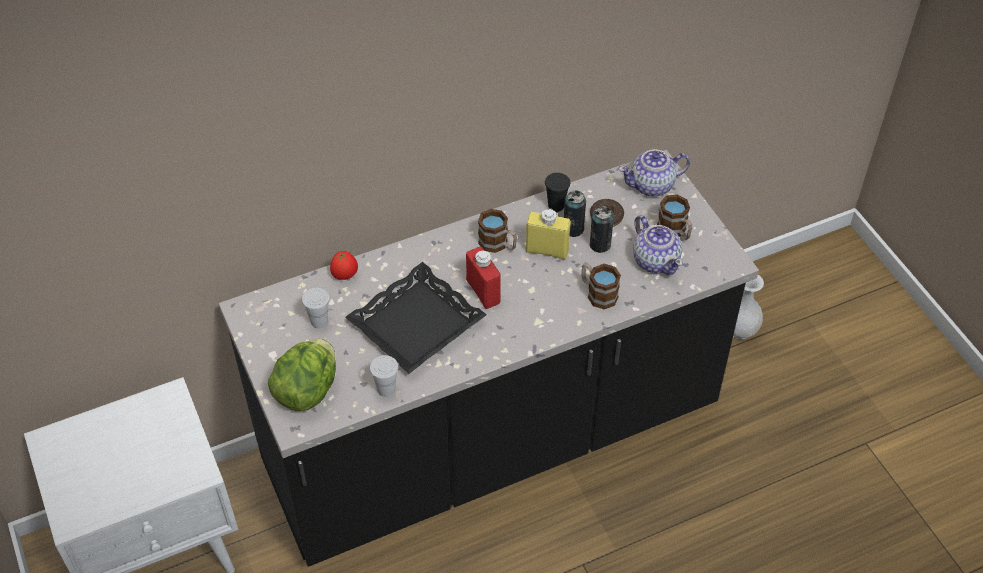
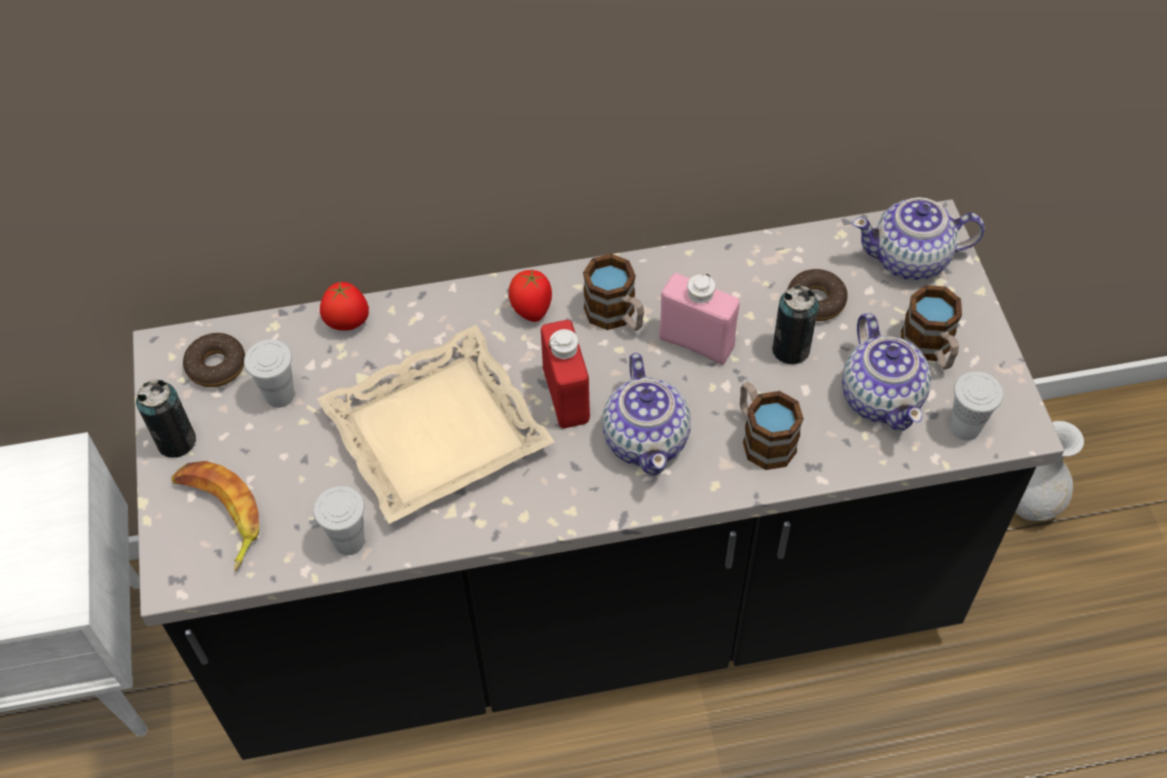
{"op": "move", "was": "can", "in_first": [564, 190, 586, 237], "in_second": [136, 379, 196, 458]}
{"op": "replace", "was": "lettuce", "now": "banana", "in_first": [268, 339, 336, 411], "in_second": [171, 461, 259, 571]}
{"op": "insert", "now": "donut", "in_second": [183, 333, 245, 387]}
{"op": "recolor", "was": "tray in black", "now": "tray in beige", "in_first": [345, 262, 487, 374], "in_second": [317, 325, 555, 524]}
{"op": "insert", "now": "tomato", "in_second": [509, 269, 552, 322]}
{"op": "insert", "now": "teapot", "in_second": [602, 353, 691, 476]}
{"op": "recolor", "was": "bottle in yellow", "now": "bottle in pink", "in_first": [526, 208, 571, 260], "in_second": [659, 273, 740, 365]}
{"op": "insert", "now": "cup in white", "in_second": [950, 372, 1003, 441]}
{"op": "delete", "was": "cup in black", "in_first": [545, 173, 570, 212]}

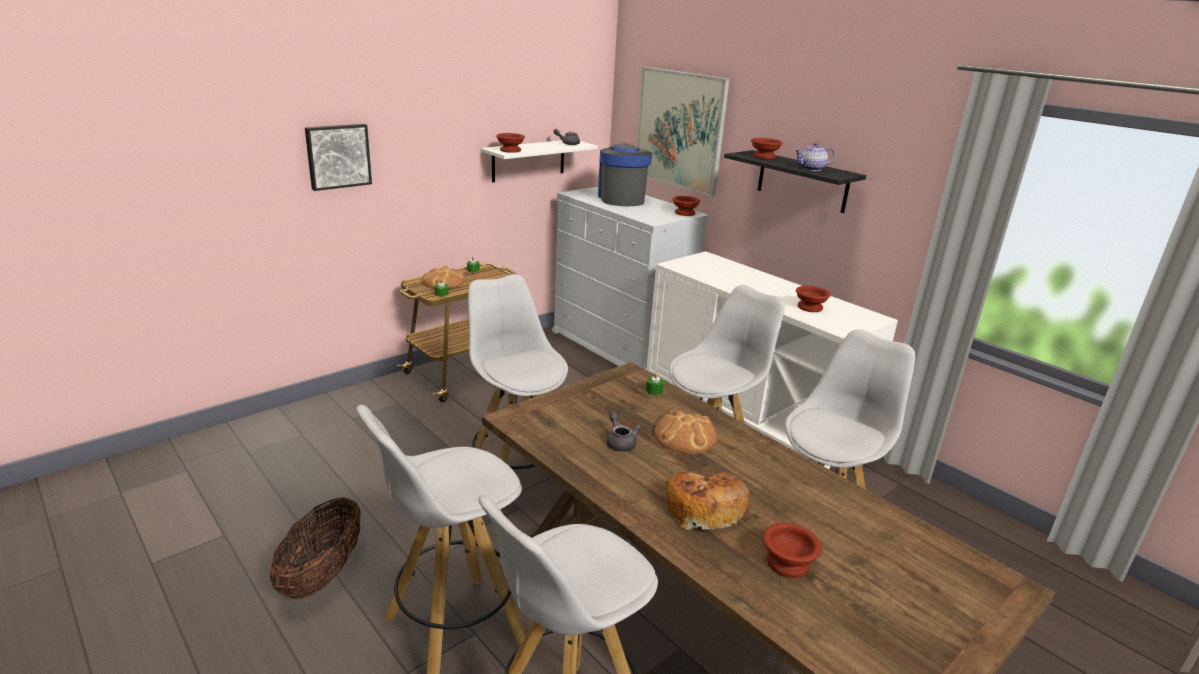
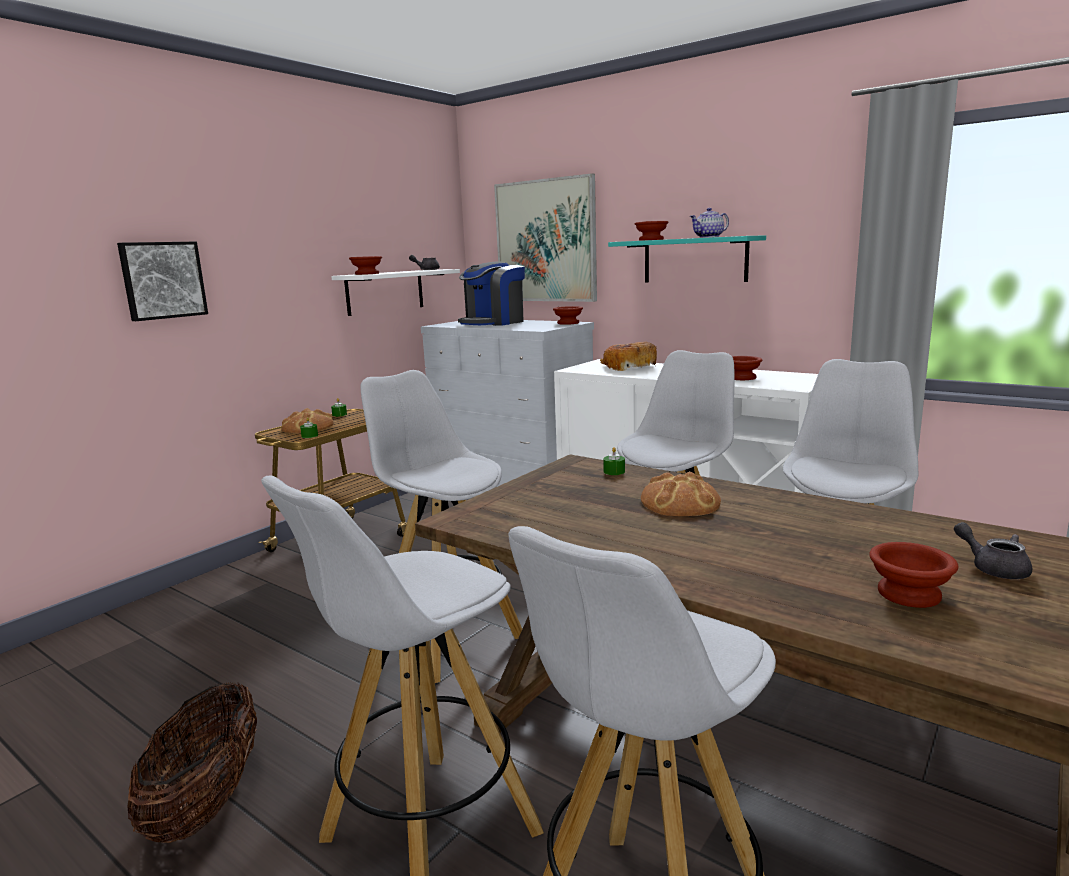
{"op": "rotate", "was": "coffee machine", "in_first": [598, 143, 653, 206], "in_second": [458, 261, 525, 326], "clockwise": -120}
{"op": "move", "was": "bread", "in_first": [665, 472, 750, 530], "in_second": [600, 342, 657, 371]}
{"op": "recolor", "was": "shelf in black", "now": "shelf in turquoise", "in_first": [724, 150, 866, 213], "in_second": [608, 235, 766, 283]}
{"op": "move", "was": "teapot in grey", "in_first": [606, 411, 641, 452], "in_second": [954, 522, 1032, 579]}

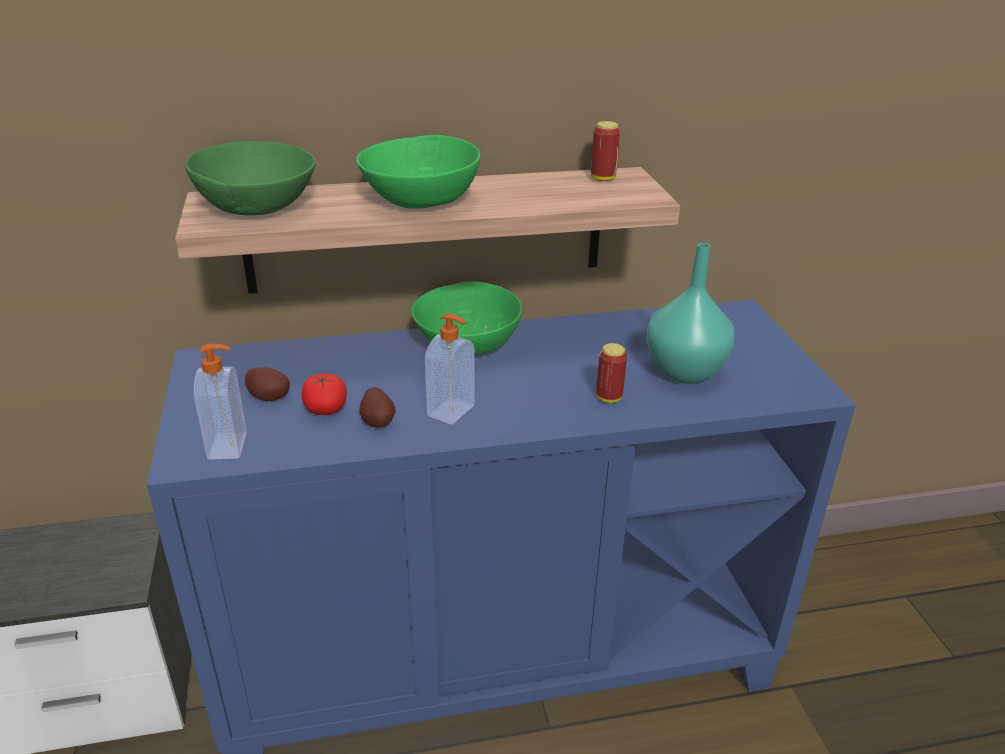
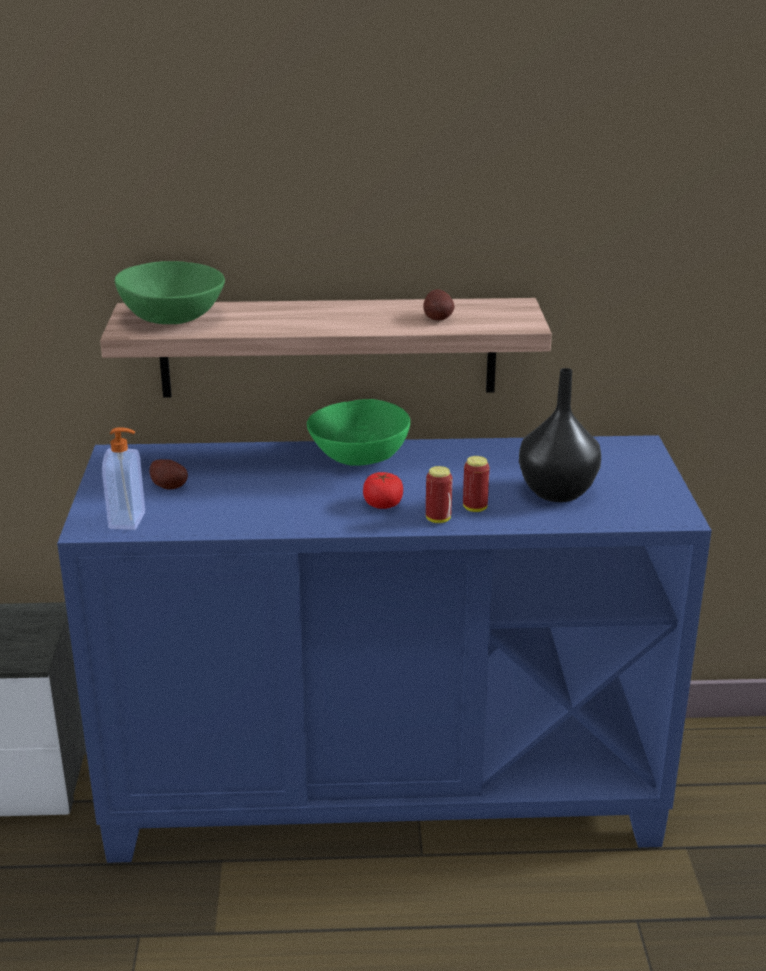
{"op": "move", "was": "tomato", "in_first": [301, 373, 347, 415], "in_second": [363, 472, 403, 509]}
{"op": "move", "was": "potato", "in_first": [359, 387, 396, 427], "in_second": [423, 289, 455, 320]}
{"op": "move", "was": "can", "in_first": [591, 121, 620, 181], "in_second": [426, 466, 453, 523]}
{"op": "recolor", "was": "vase in turquoise", "now": "vase in black", "in_first": [646, 243, 734, 384], "in_second": [519, 368, 601, 502]}
{"op": "delete", "was": "bowl in green", "in_first": [356, 135, 480, 208]}
{"op": "delete", "was": "soap dispenser", "in_first": [425, 313, 475, 425]}

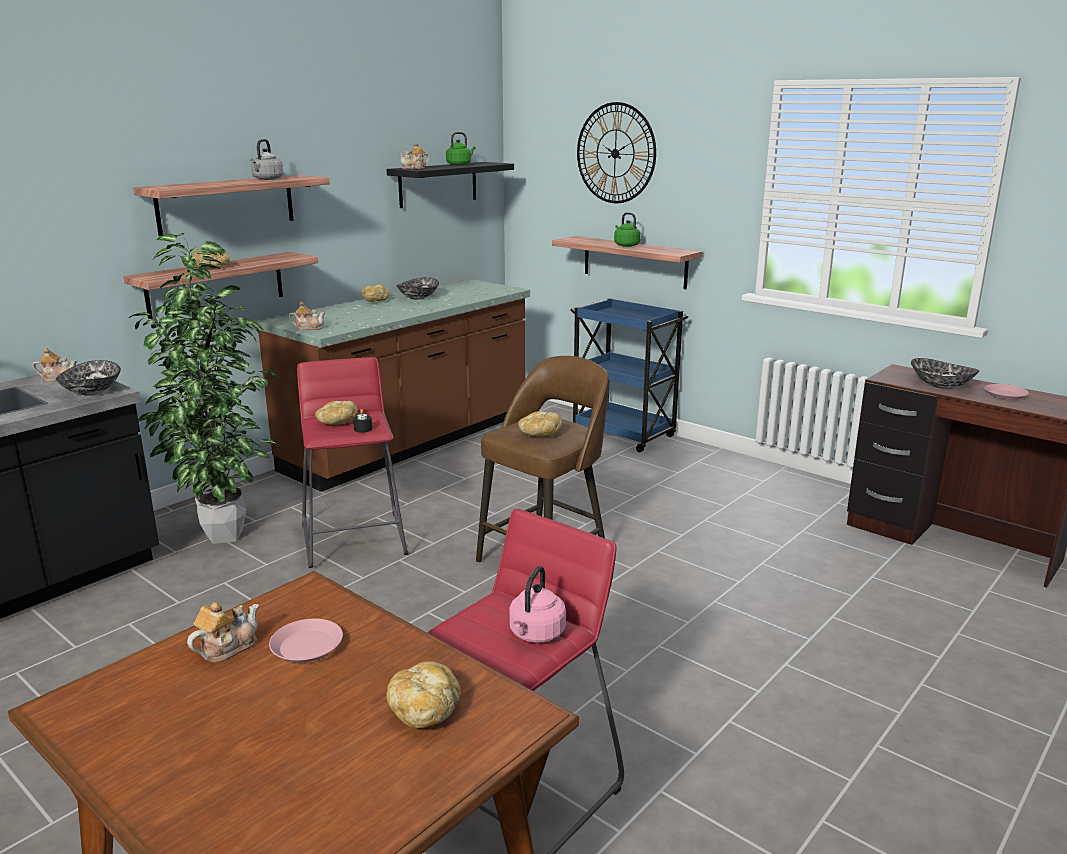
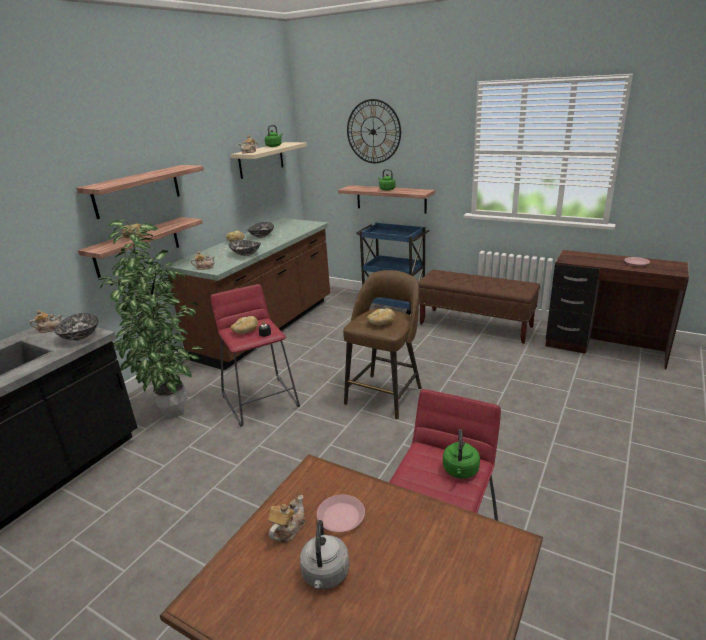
{"op": "move", "was": "bowl", "in_first": [911, 358, 979, 389], "in_second": [229, 240, 261, 256]}
{"op": "recolor", "was": "shelf in black", "now": "shelf in beige", "in_first": [387, 162, 514, 208], "in_second": [231, 142, 307, 179]}
{"op": "move", "was": "kettle in grey", "in_first": [250, 139, 283, 180], "in_second": [300, 520, 349, 589]}
{"op": "insert", "now": "bench in brown", "in_second": [418, 270, 540, 344]}
{"op": "recolor", "was": "kettle in pink", "now": "kettle in green", "in_first": [509, 566, 566, 643], "in_second": [443, 429, 480, 478]}
{"op": "delete", "was": "bread", "in_first": [386, 661, 461, 728]}

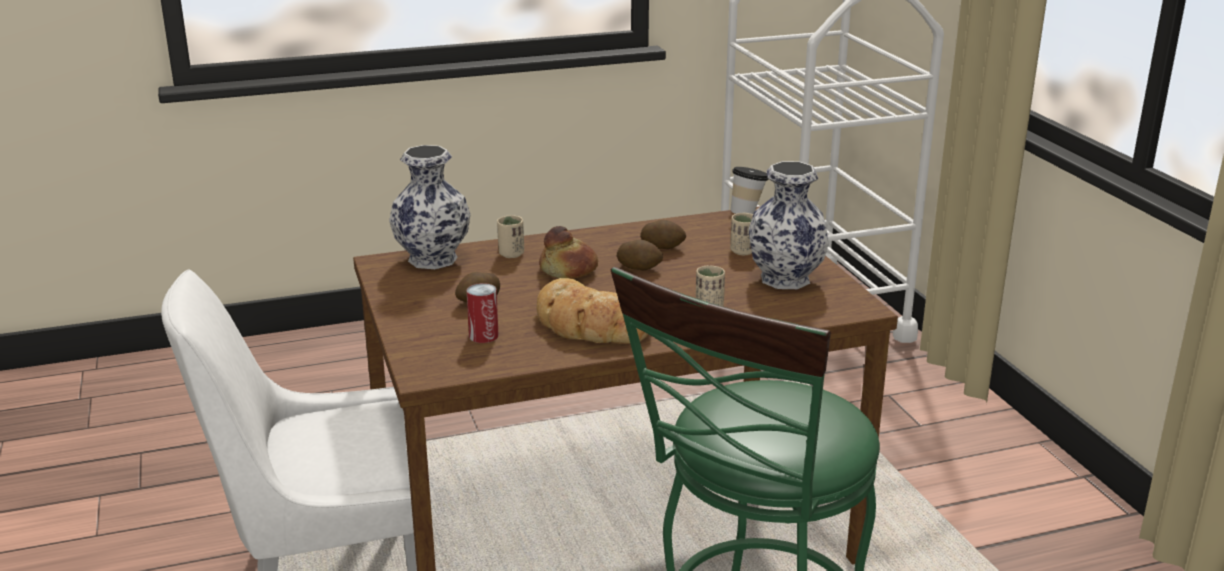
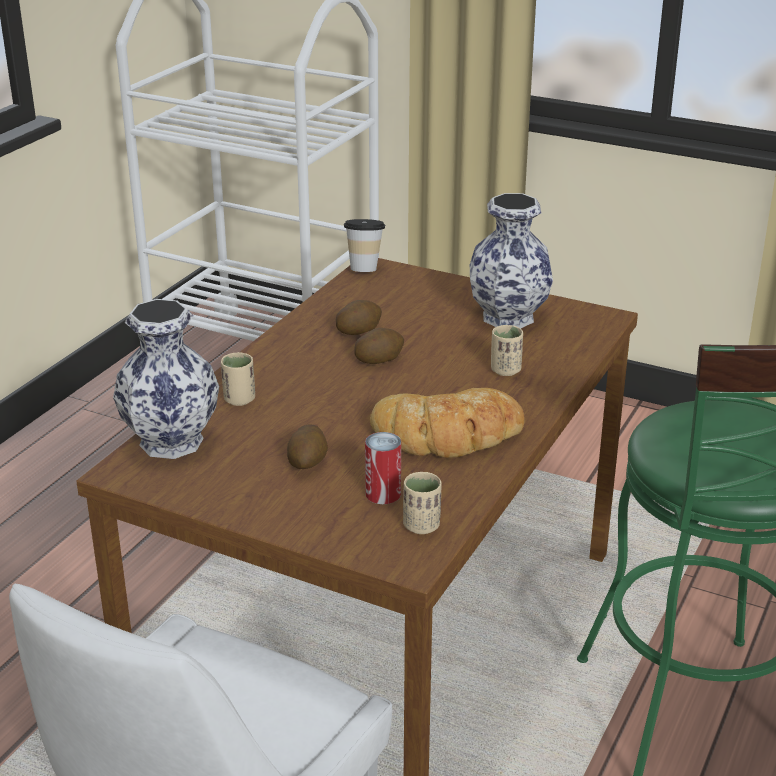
{"op": "move", "was": "cup in beige", "in_first": [730, 213, 753, 255], "in_second": [403, 472, 442, 534]}
{"op": "delete", "was": "bread", "in_first": [539, 226, 598, 279]}

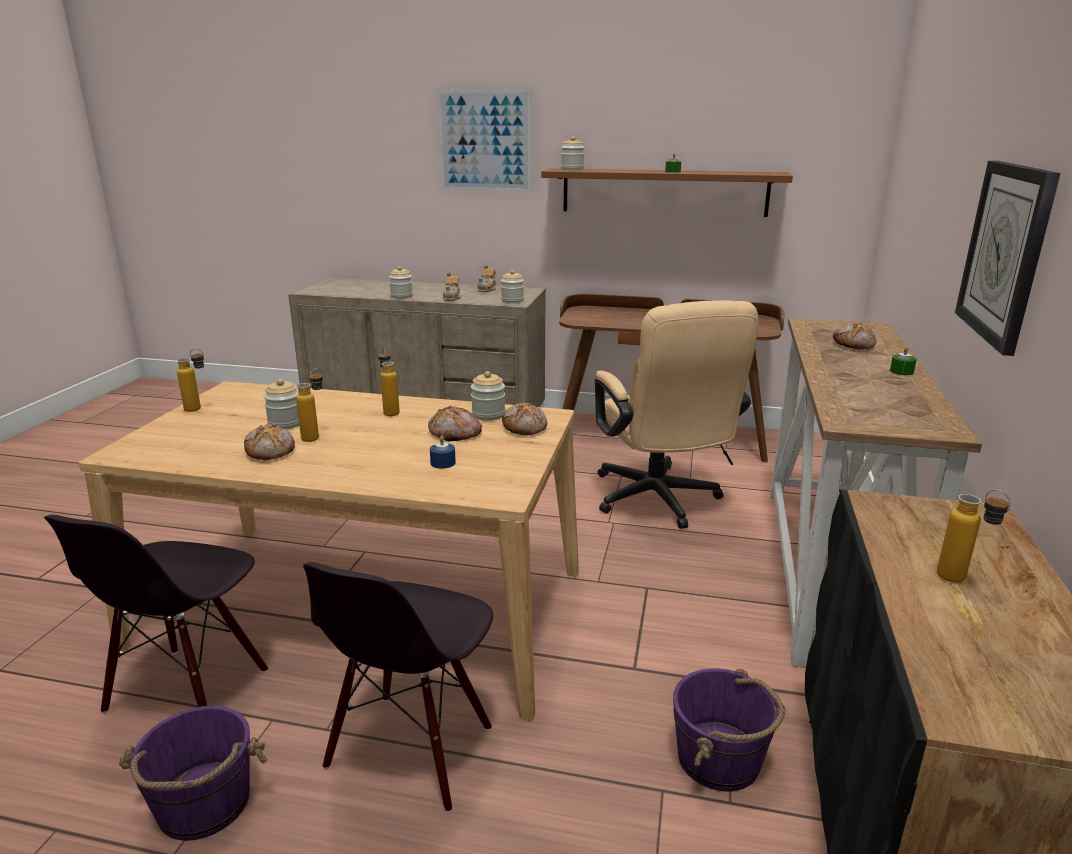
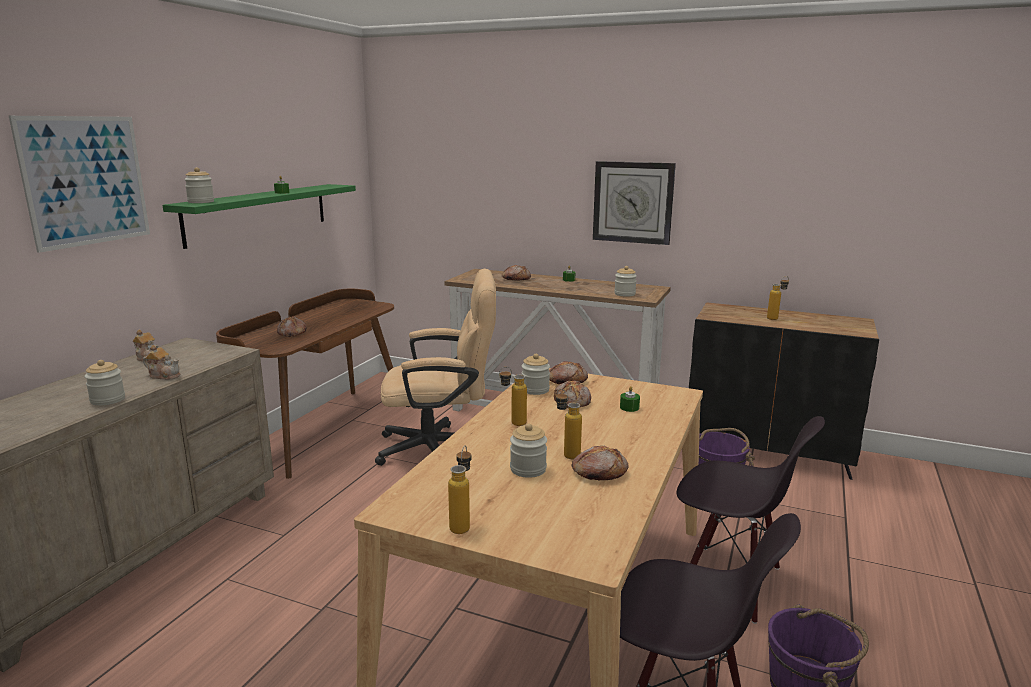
{"op": "recolor", "was": "shelf in brown", "now": "shelf in green", "in_first": [541, 168, 793, 217], "in_second": [162, 184, 356, 249]}
{"op": "insert", "now": "bread", "in_second": [277, 316, 306, 337]}
{"op": "move", "was": "jar", "in_first": [501, 270, 524, 303], "in_second": [614, 266, 637, 297]}
{"op": "recolor", "was": "candle in blue", "now": "candle in green", "in_first": [430, 436, 456, 469], "in_second": [620, 386, 640, 412]}

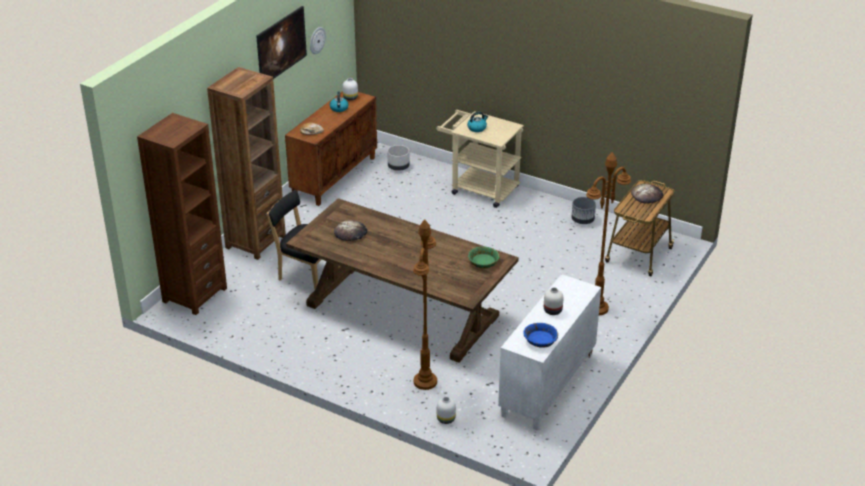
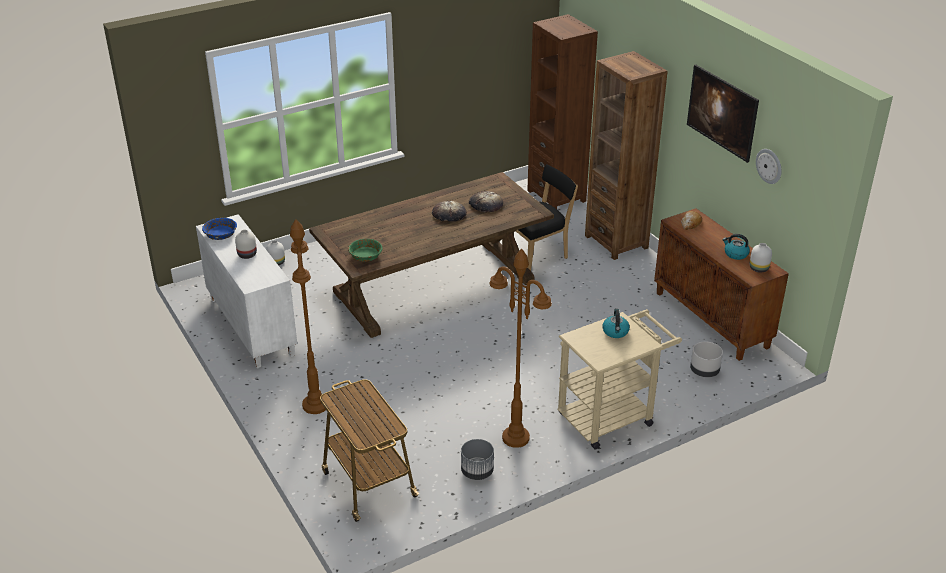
{"op": "move", "was": "bread", "in_first": [631, 184, 663, 204], "in_second": [432, 200, 467, 222]}
{"op": "move", "was": "floor lamp in brown", "in_first": [413, 219, 437, 390], "in_second": [490, 248, 552, 448]}

